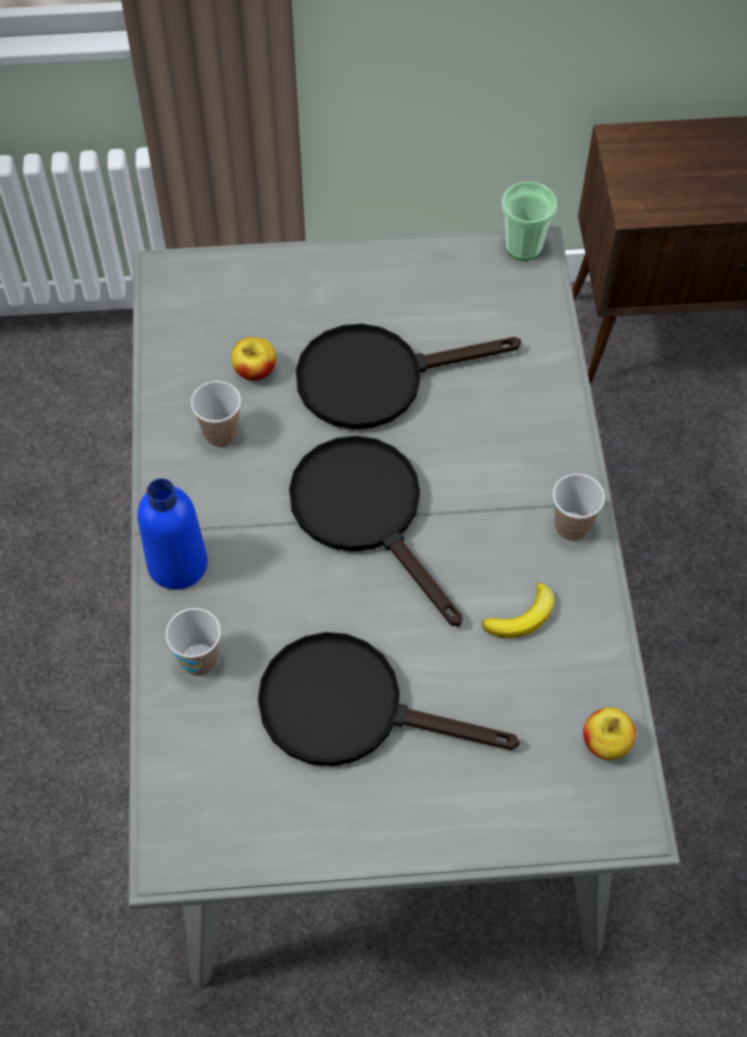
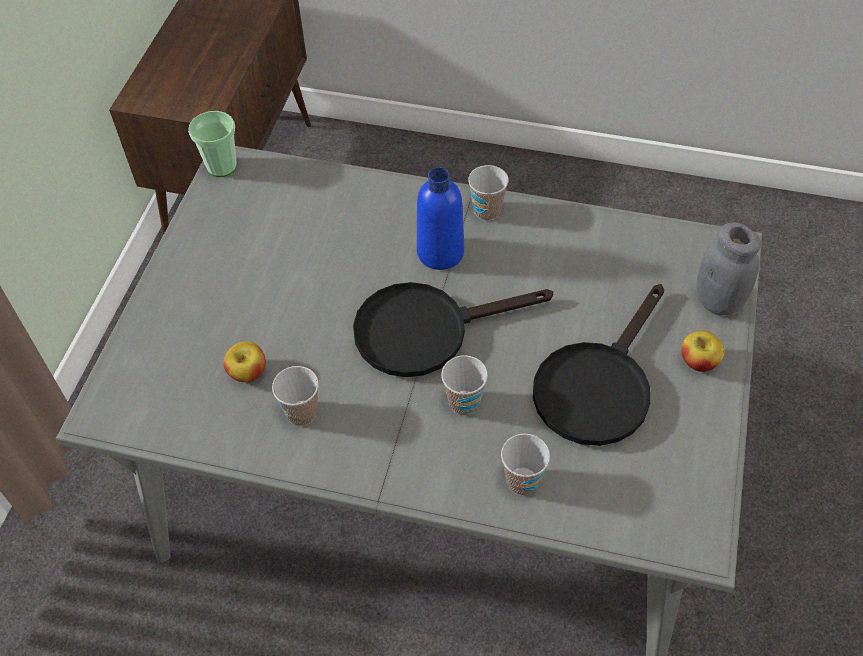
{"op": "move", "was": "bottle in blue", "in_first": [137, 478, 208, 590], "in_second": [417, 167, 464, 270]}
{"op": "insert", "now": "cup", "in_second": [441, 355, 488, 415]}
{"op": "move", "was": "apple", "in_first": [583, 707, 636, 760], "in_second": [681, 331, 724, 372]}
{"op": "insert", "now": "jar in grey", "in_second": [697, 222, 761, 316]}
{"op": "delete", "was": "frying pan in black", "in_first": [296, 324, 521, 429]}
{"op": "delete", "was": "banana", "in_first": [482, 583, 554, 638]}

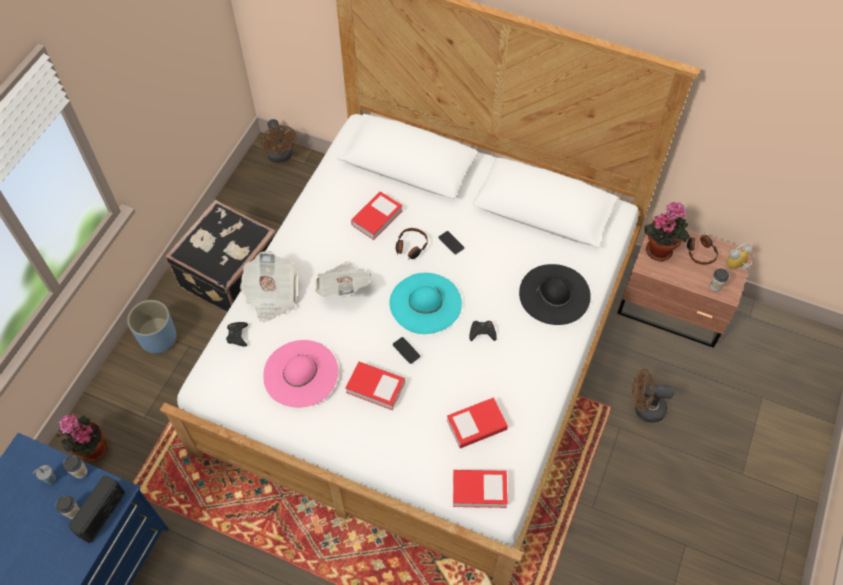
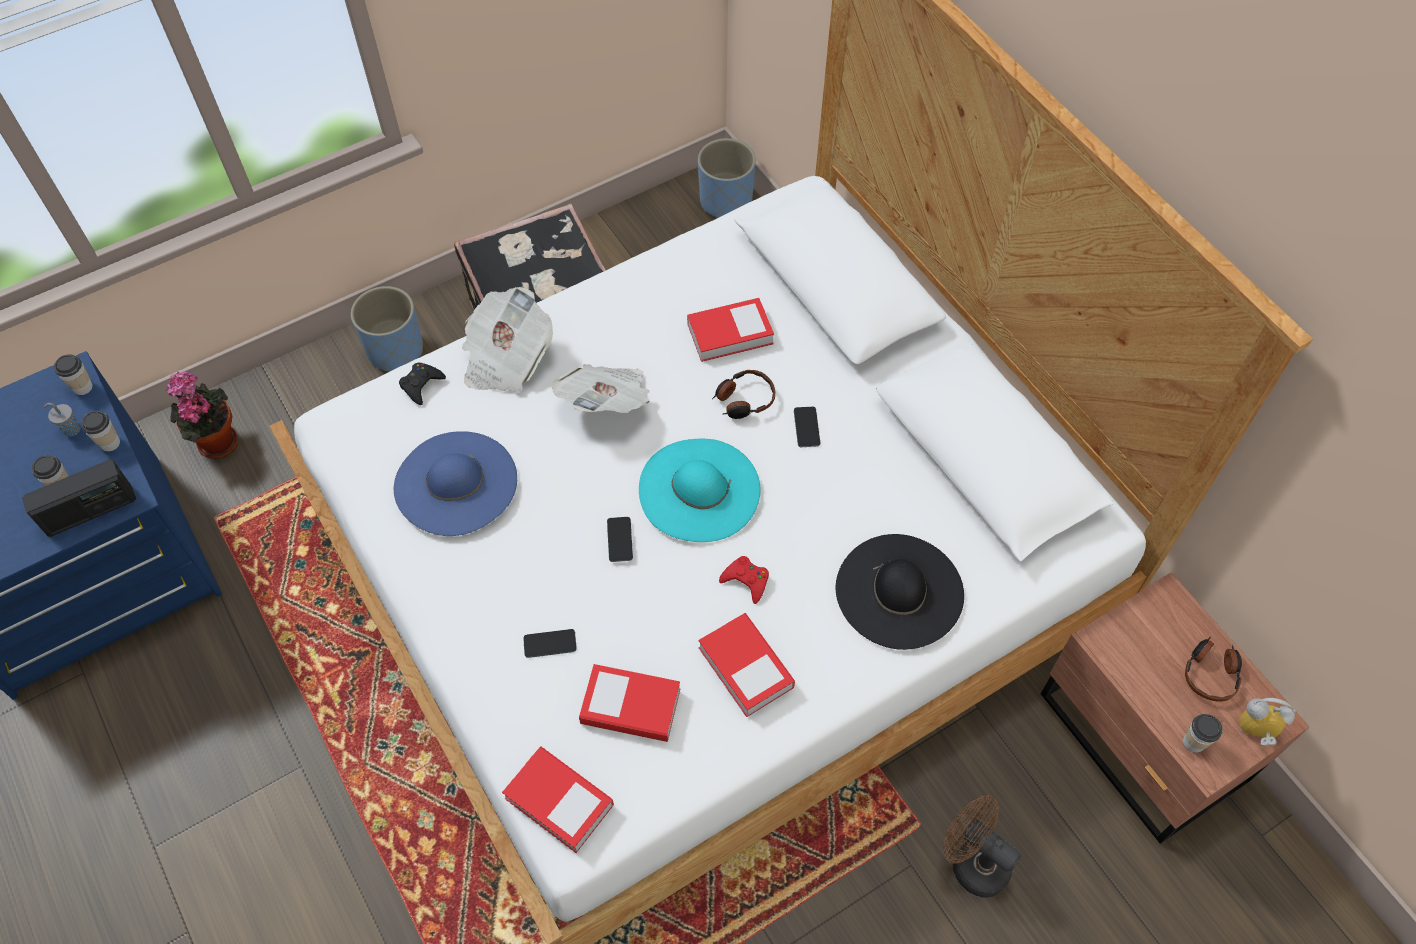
{"op": "insert", "now": "cup", "in_second": [54, 354, 93, 395]}
{"op": "recolor", "was": "hat in pink", "now": "hat in blue", "in_first": [263, 340, 338, 407], "in_second": [394, 431, 517, 536]}
{"op": "insert", "now": "phone", "in_second": [523, 629, 577, 658]}
{"op": "replace", "was": "fan in brown", "now": "planter in blue", "in_first": [261, 119, 296, 163], "in_second": [698, 138, 756, 218]}
{"op": "move", "was": "book", "in_first": [346, 362, 405, 410], "in_second": [698, 613, 795, 717]}
{"op": "recolor", "was": "game controller in black", "now": "game controller in red", "in_first": [469, 321, 497, 341], "in_second": [719, 556, 769, 604]}
{"op": "delete", "was": "potted plant", "in_first": [644, 202, 690, 261]}

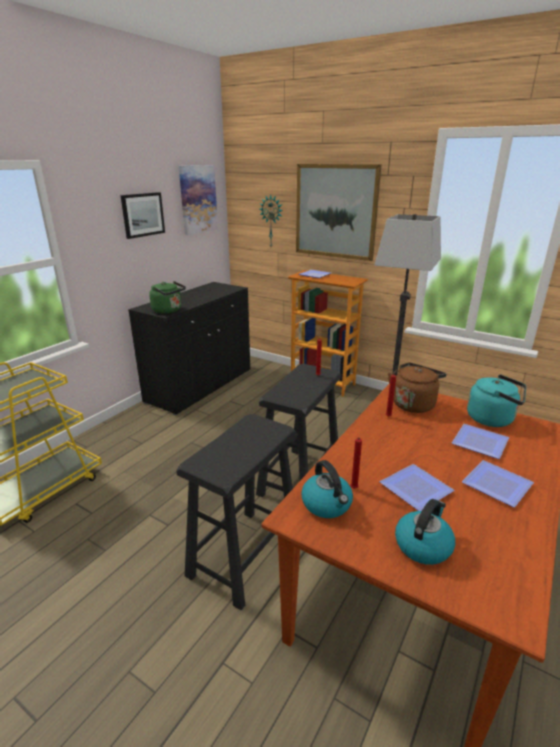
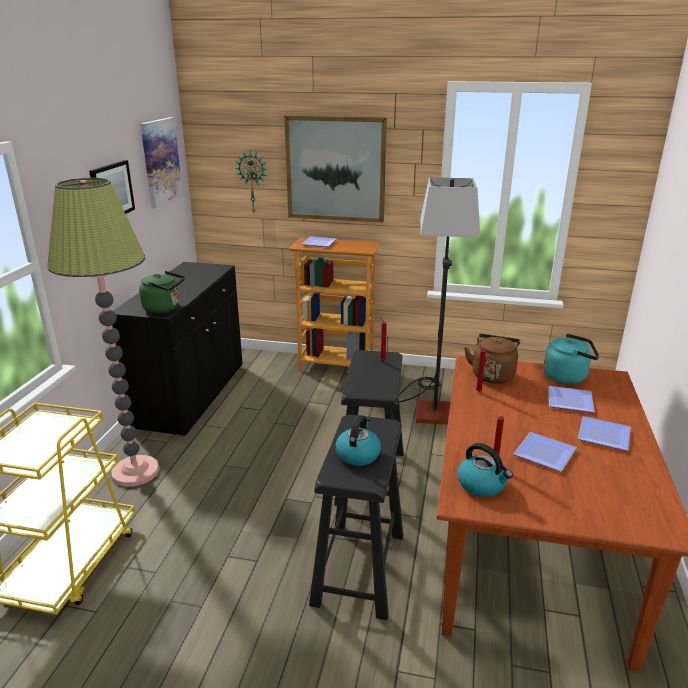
{"op": "insert", "now": "floor lamp", "in_second": [47, 178, 159, 487]}
{"op": "move", "was": "kettle", "in_first": [395, 499, 455, 565], "in_second": [335, 415, 381, 466]}

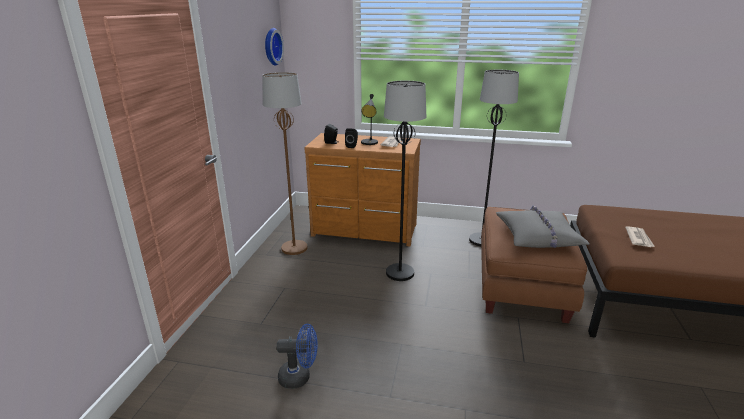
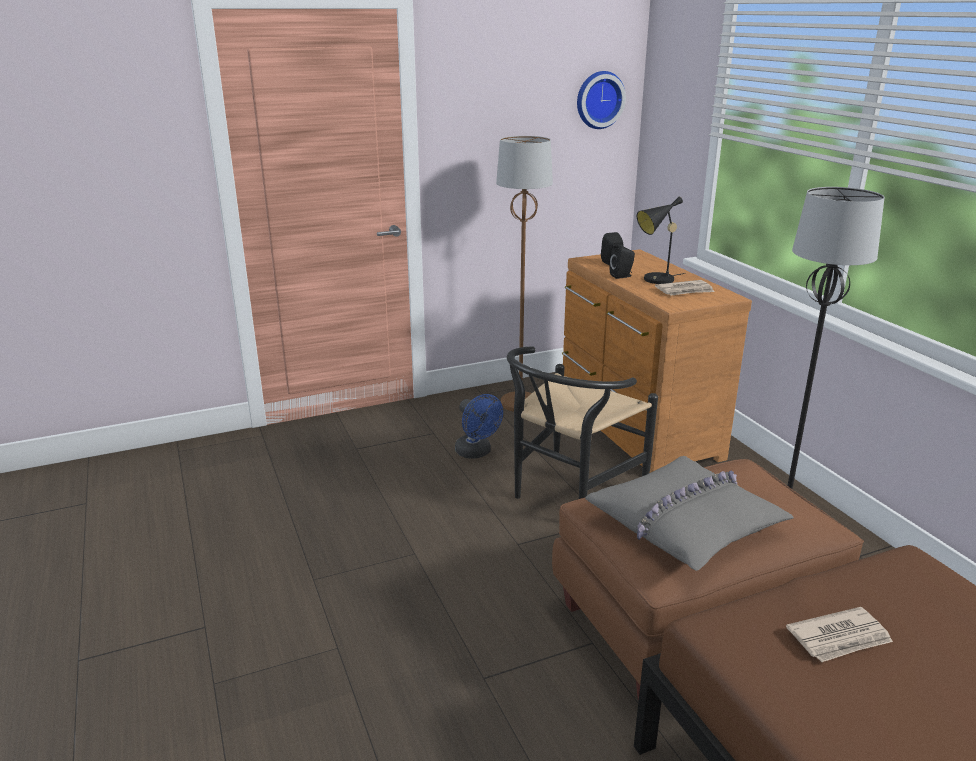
{"op": "move", "was": "fan in blue", "in_first": [276, 324, 318, 389], "in_second": [455, 394, 503, 459]}
{"op": "replace", "was": "floor lamp in black", "now": "chair in black", "in_first": [384, 81, 426, 281], "in_second": [507, 346, 658, 499]}

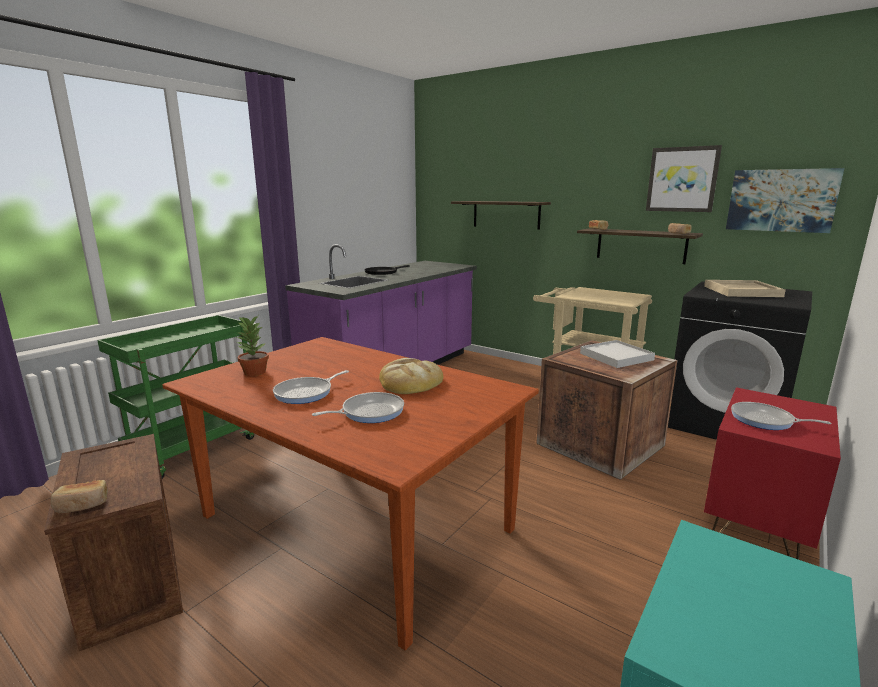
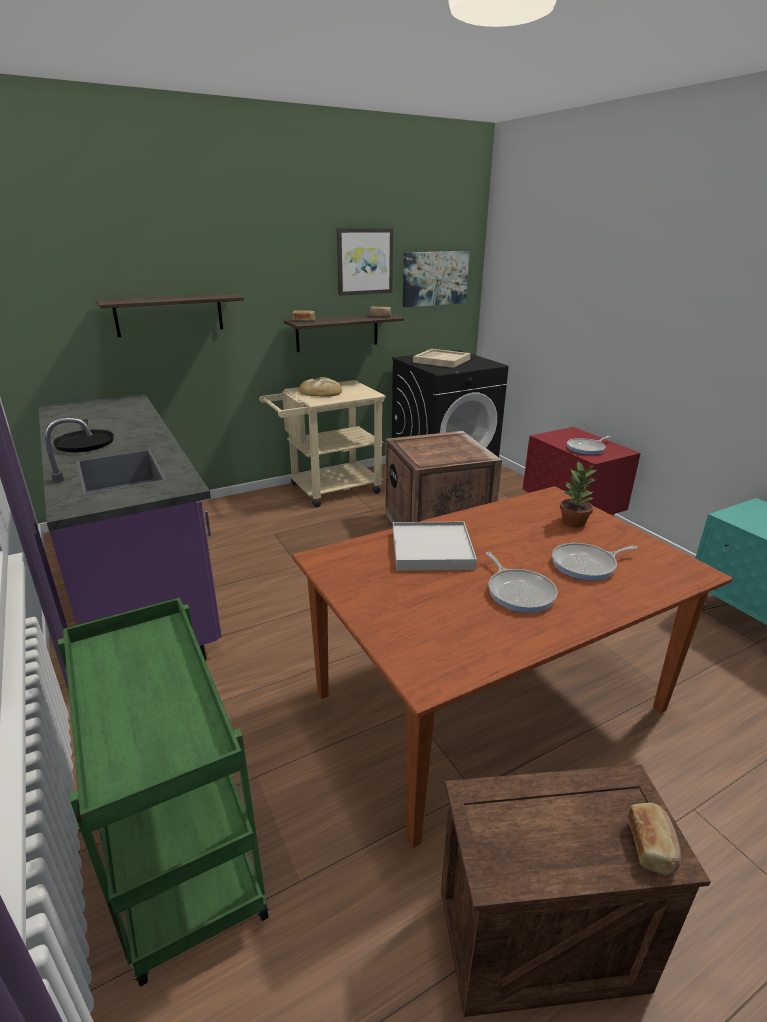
{"op": "move", "was": "bread", "in_first": [379, 358, 443, 394], "in_second": [299, 377, 343, 397]}
{"op": "move", "was": "tray in white", "in_first": [580, 340, 655, 368], "in_second": [393, 522, 477, 571]}
{"op": "rotate", "was": "frying pan", "in_first": [312, 392, 404, 423], "in_second": [552, 543, 637, 581], "clockwise": -105}
{"op": "move", "was": "potted plant", "in_first": [236, 316, 269, 376], "in_second": [560, 461, 598, 528]}

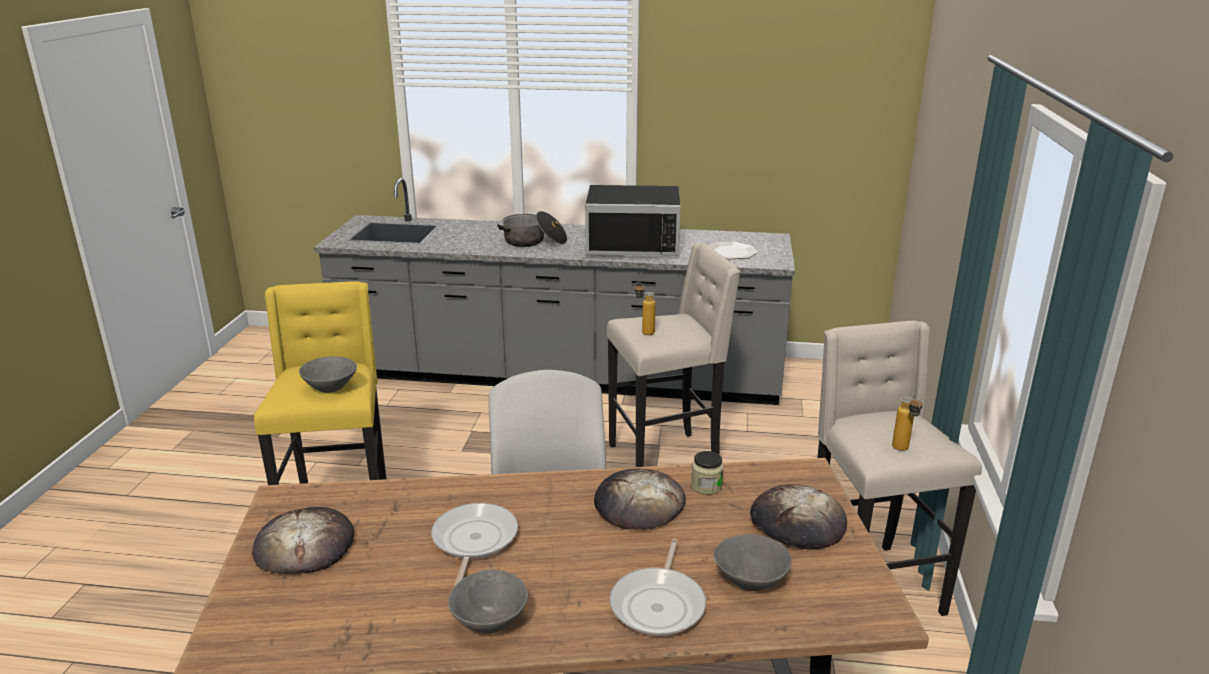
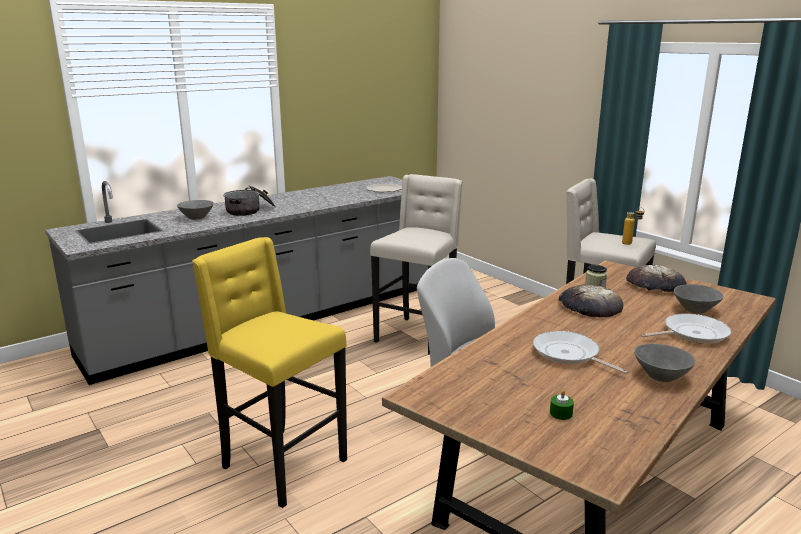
{"op": "move", "was": "bowl in grey", "in_first": [299, 356, 357, 393], "in_second": [177, 200, 214, 220]}
{"op": "insert", "now": "candle in green", "in_second": [550, 390, 574, 420]}
{"op": "rotate", "was": "frying pan", "in_first": [610, 539, 706, 636], "in_second": [641, 314, 731, 344], "clockwise": -75}
{"op": "delete", "was": "bread", "in_first": [252, 507, 354, 574]}
{"op": "delete", "was": "microwave in black", "in_first": [585, 185, 680, 256]}
{"op": "delete", "was": "bottle", "in_first": [635, 282, 656, 335]}

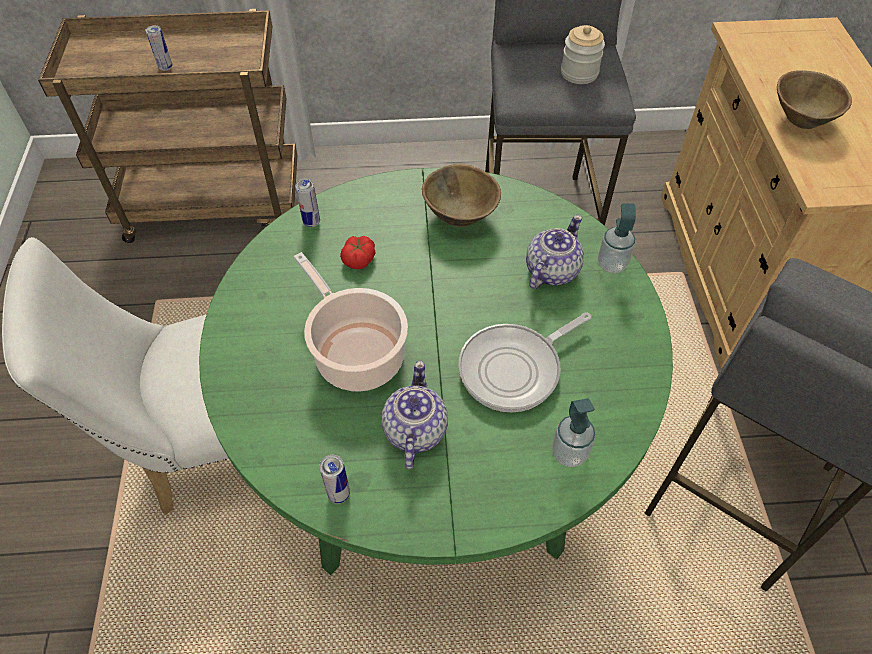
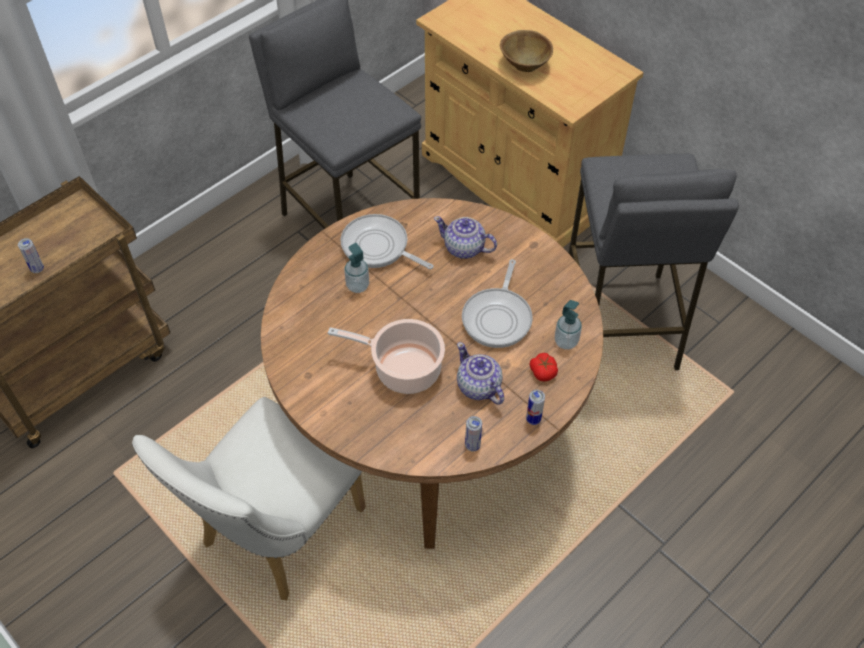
{"op": "recolor", "was": "dining table in green", "now": "dining table in brown", "in_first": [199, 168, 673, 576], "in_second": [261, 198, 603, 549]}
{"op": "replace", "was": "bowl in brown", "now": "frying pan", "in_first": [422, 164, 501, 227], "in_second": [341, 214, 433, 269]}
{"op": "move", "was": "soap dispenser", "in_first": [598, 203, 636, 273], "in_second": [344, 243, 369, 293]}
{"op": "rotate", "was": "teapot", "in_first": [526, 215, 584, 289], "in_second": [434, 216, 497, 259], "clockwise": -60}
{"op": "move", "was": "can", "in_first": [295, 178, 320, 227], "in_second": [526, 390, 545, 425]}
{"op": "move", "was": "tomato", "in_first": [340, 236, 376, 269], "in_second": [530, 353, 558, 381]}
{"op": "delete", "was": "jar", "in_first": [561, 25, 605, 84]}

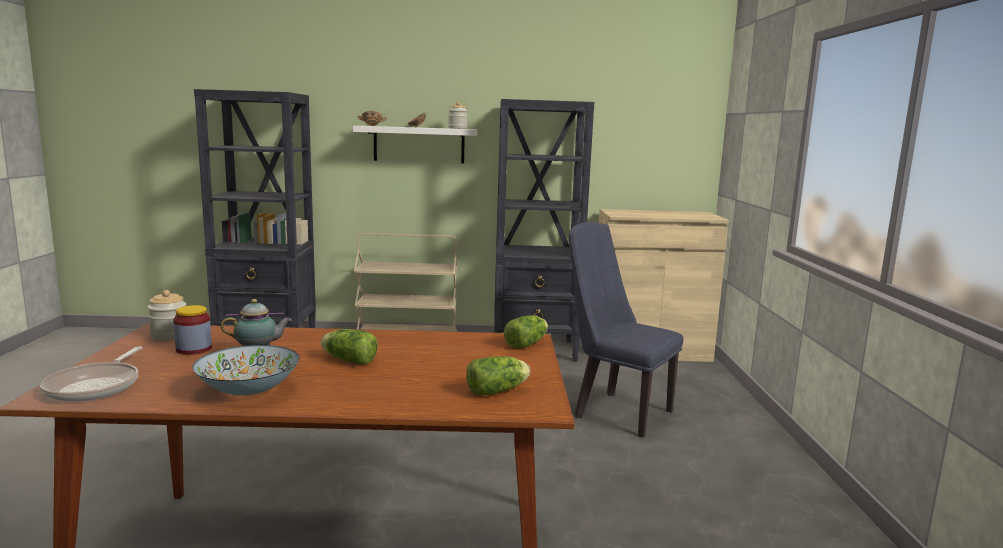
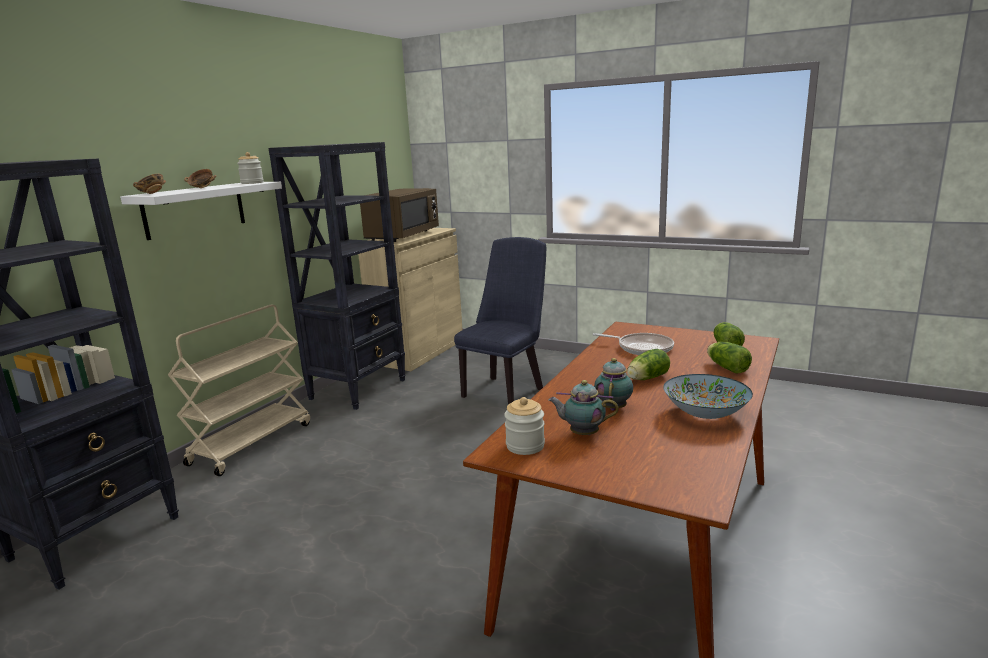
{"op": "insert", "now": "microwave in brown", "in_second": [360, 188, 439, 242]}
{"op": "rotate", "was": "chair in blue", "in_first": [569, 222, 683, 437], "in_second": [454, 237, 546, 405], "clockwise": 150}
{"op": "replace", "was": "jar", "now": "teapot", "in_first": [173, 305, 212, 355], "in_second": [549, 380, 619, 435]}
{"op": "move", "was": "frying pan", "in_first": [40, 346, 142, 402], "in_second": [593, 333, 674, 355]}
{"op": "move", "was": "lettuce", "in_first": [504, 315, 548, 349], "in_second": [707, 342, 752, 374]}

